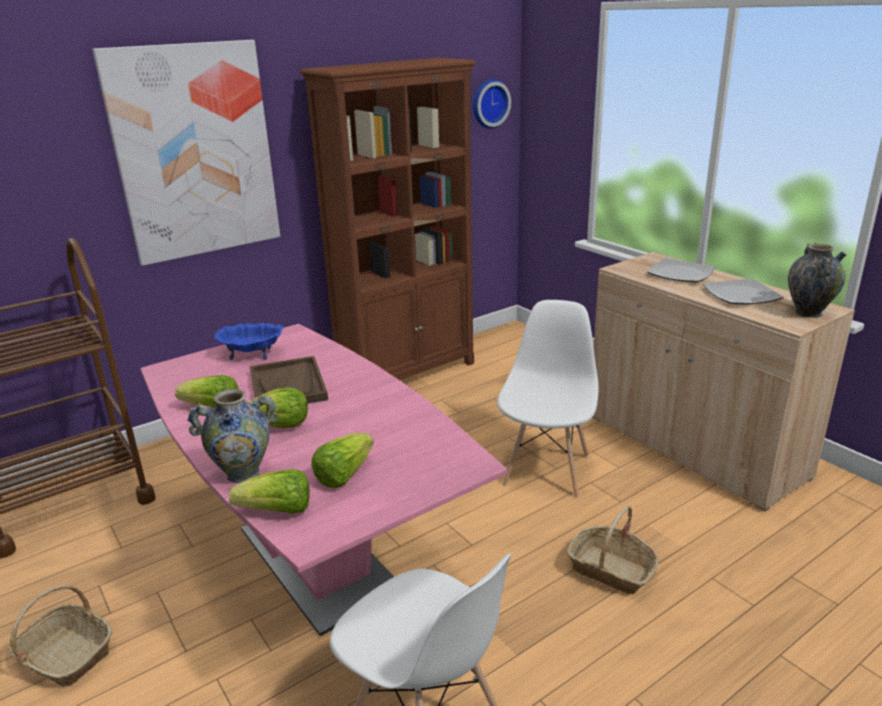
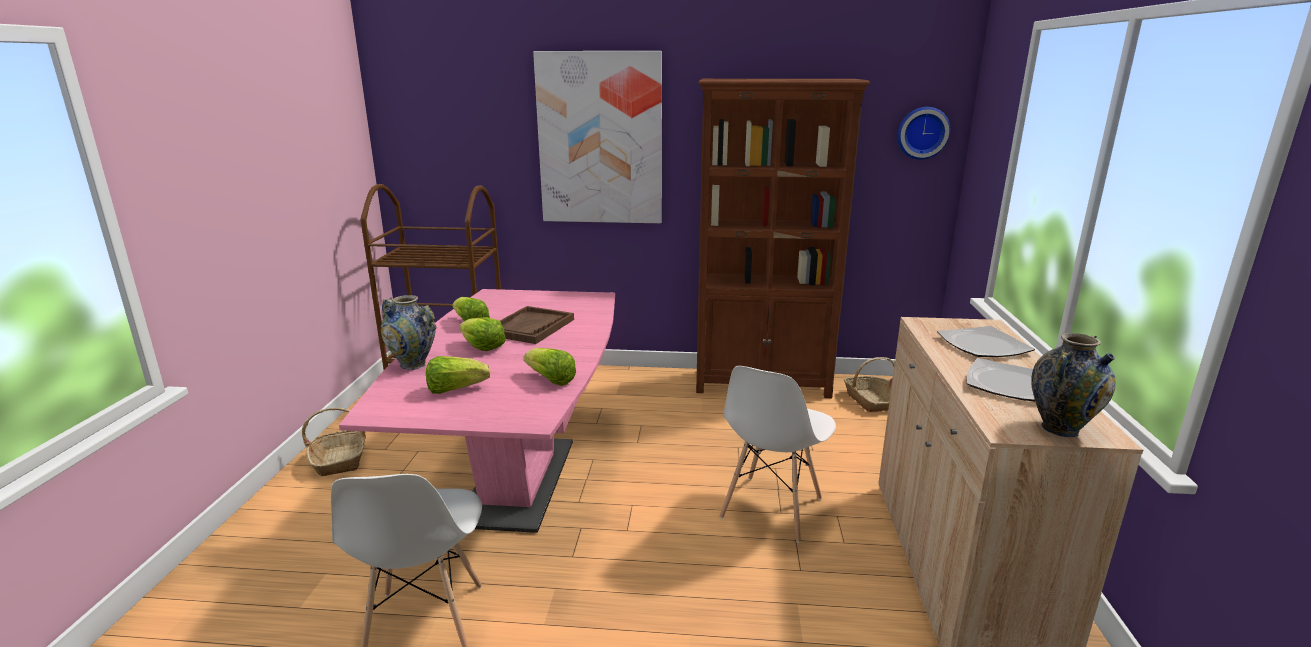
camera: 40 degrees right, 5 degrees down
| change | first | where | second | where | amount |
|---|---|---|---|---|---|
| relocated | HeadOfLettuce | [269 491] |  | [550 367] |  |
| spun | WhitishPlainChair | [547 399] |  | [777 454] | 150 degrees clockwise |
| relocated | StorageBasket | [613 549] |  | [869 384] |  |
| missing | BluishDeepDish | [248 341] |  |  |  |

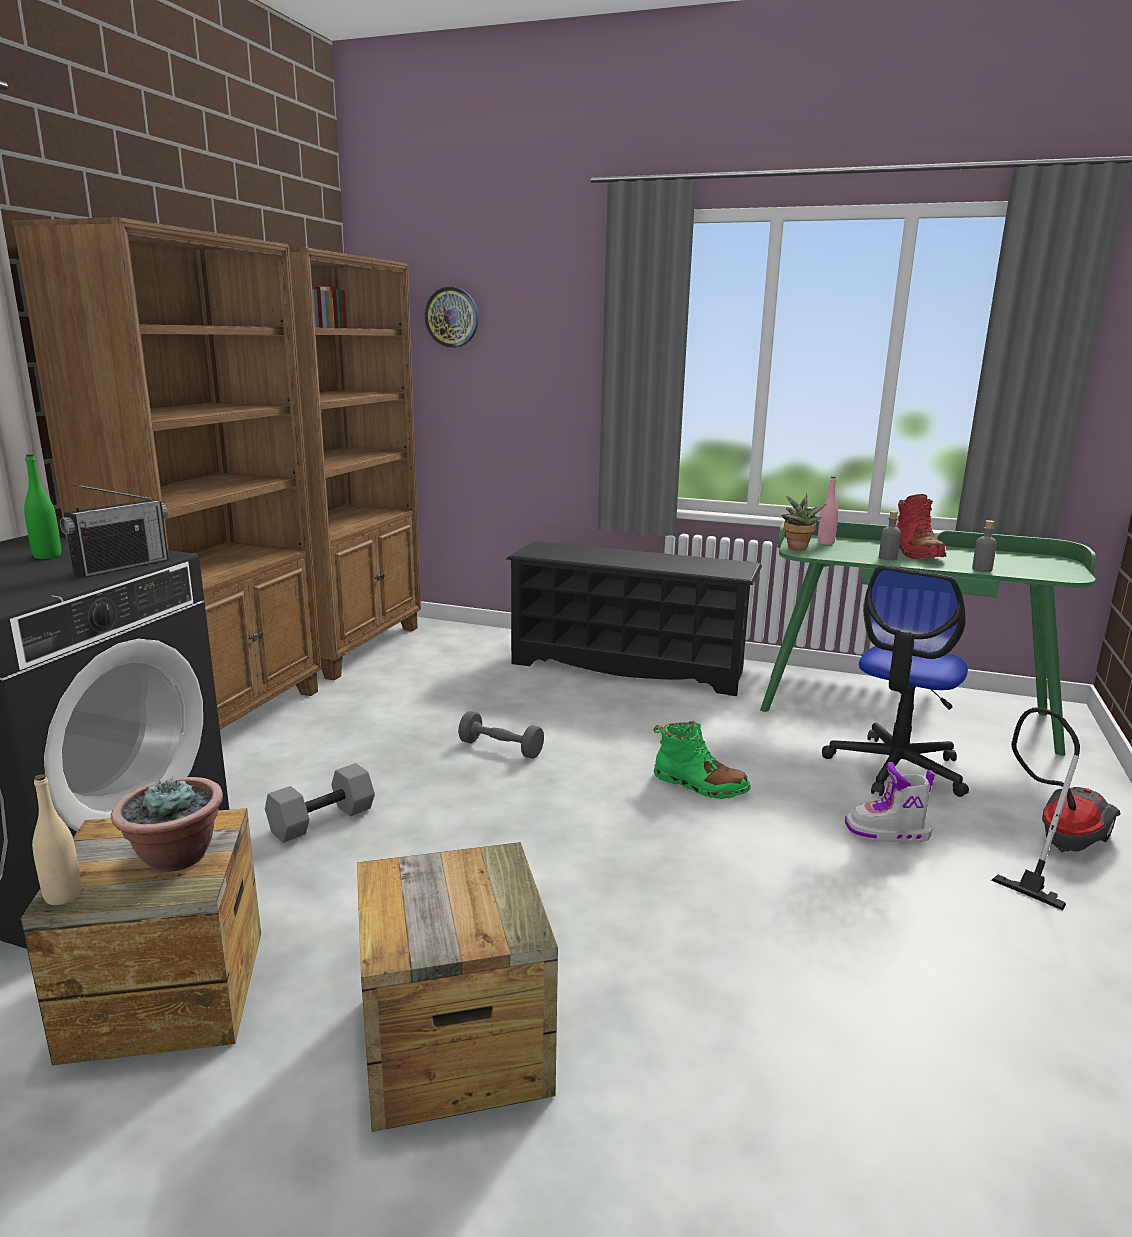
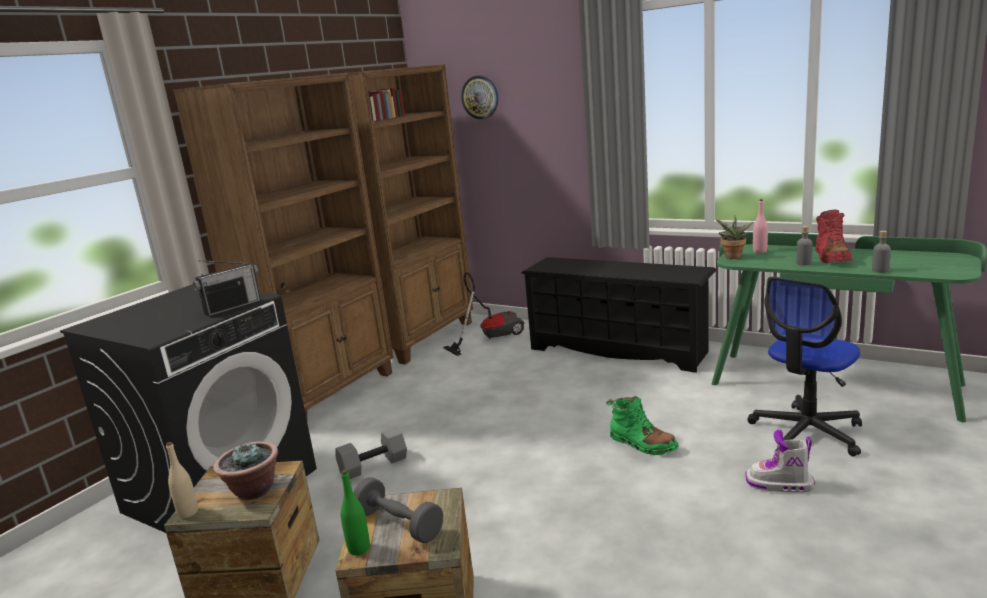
camera: 15 degrees right, 0 degrees up
| change | first | where | second | where | amount |
|---|---|---|---|---|---|
| relocated | GreenBeverageBottle | [42 506] |  | [355 513] |  |
| relocated | GrayDumbbell | [501 735] |  | [398 510] |  |
| relocated | VacuumCleaner | [1055 808] |  | [483 314] |  |

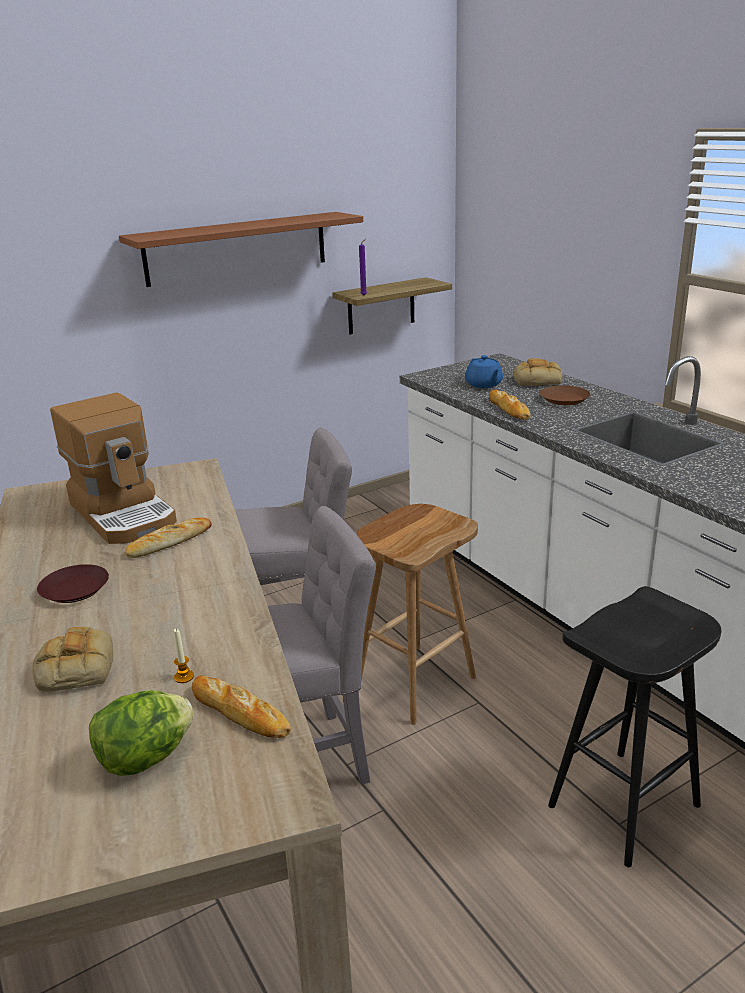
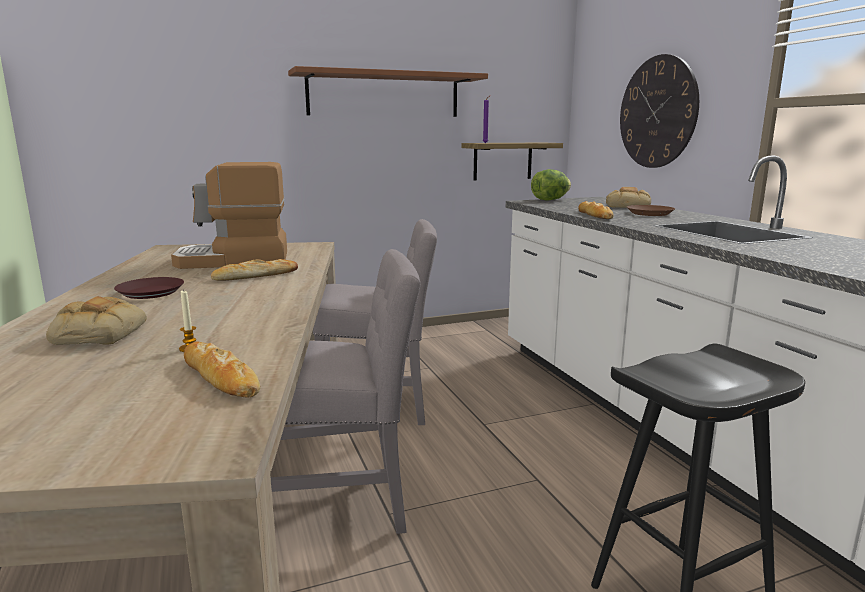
camera: 10 degrees right, 10 degrees down
| change | first | where | second | where | amount |
|---|---|---|---|---|---|
| spun | CoffeeMaker | [113 468] |  | [229 215] | 105 degrees clockwise |
| relocated | HeadOfLettuce | [141 733] |  | [551 185] |  |
| appeared |  |  | ClockOnTheWall | [659 111] |  |
| missing | BrownishStool | [417 614] |  |  |  |
| missing | BluishTeapot | [484 371] |  |  |  |

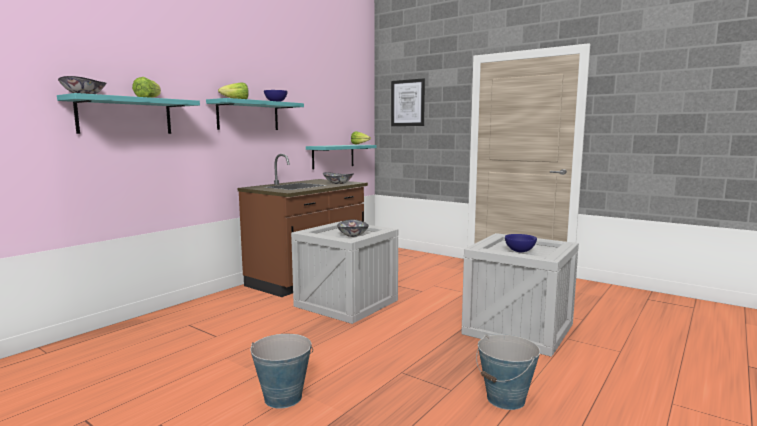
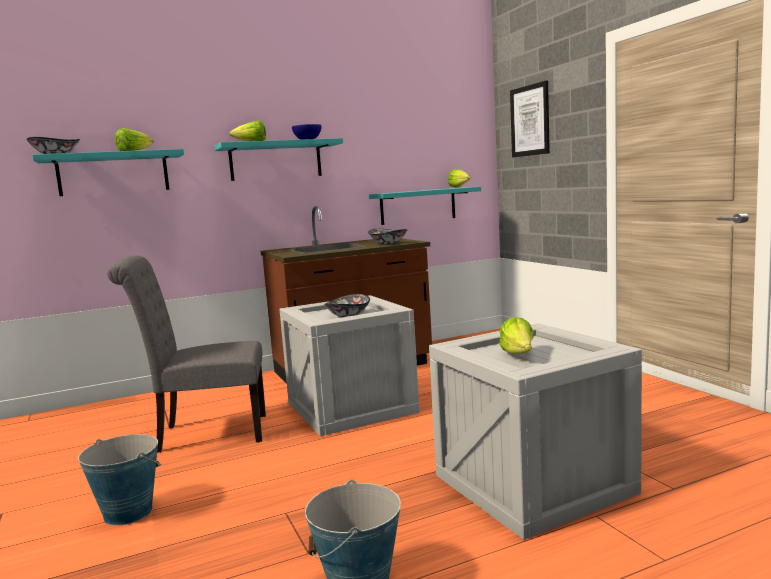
camera: 30 degrees right, 0 degrees up
| change | first | where | second | where | amount |
|---|---|---|---|---|---|
| appeared |  |  | GrayPlainChair | [186 354] |  |
| exchanged | BluishDeepDish | [521 243] | HeadOfLettuce | [516 335] |  |

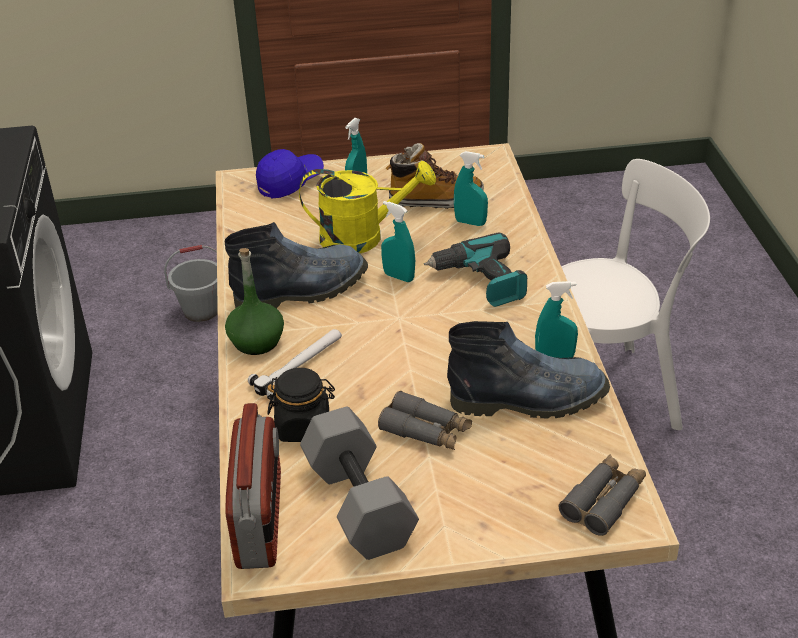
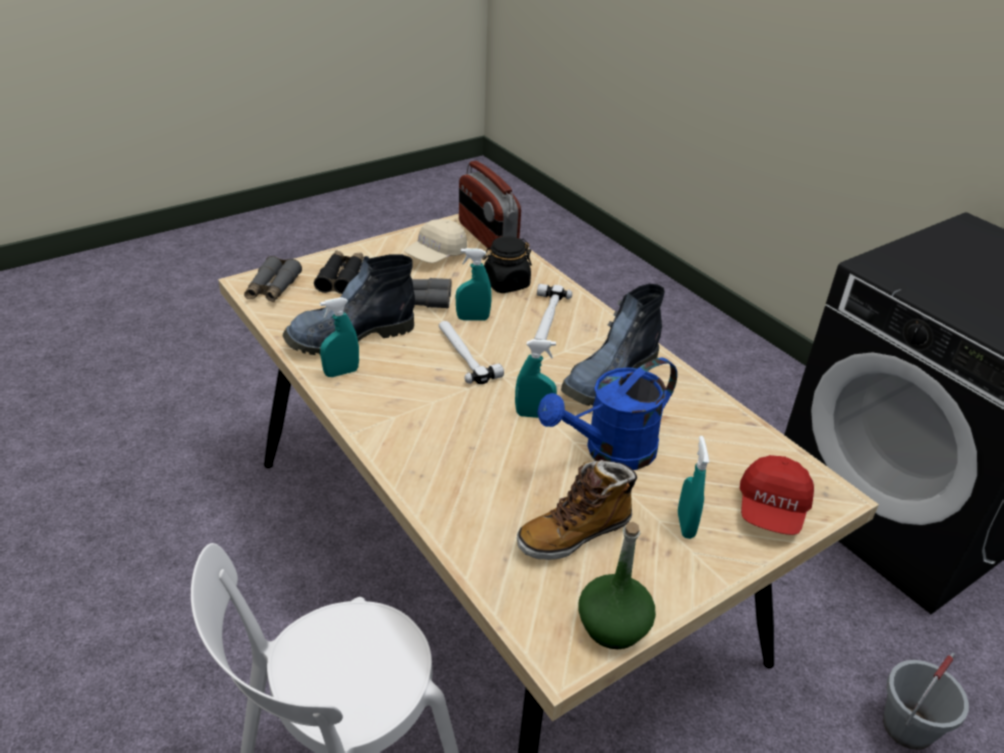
camera: 150 degrees right, 0 degrees up
| change | first | where | second | where | amount |
|---|---|---|---|---|---|
| appeared |  |  | BlackColouredFieldGlasses | [339 272] |  |
| exchanged | GrayDumbbell | [359 483] | SandColouredPeakedCap | [435 241] |  |
| appeared |  |  | Hammer | [471 352] |  |
| relocated | TurquoiseColouredHandSprayer | [471 188] |  | [474 284] |  |
| colour | YellowSprinklingCan | [367 207] | BluishSprinklingCan | [607 413] |  |
| relocated | GreenBeverageBottle | [254 301] |  | [617 585] |  |
| colour | BluishPeakedCap | [290 173] | RedColouredPeakedCap | [777 495] |  |
| missing | Drill | [475 269] |  |  |  |

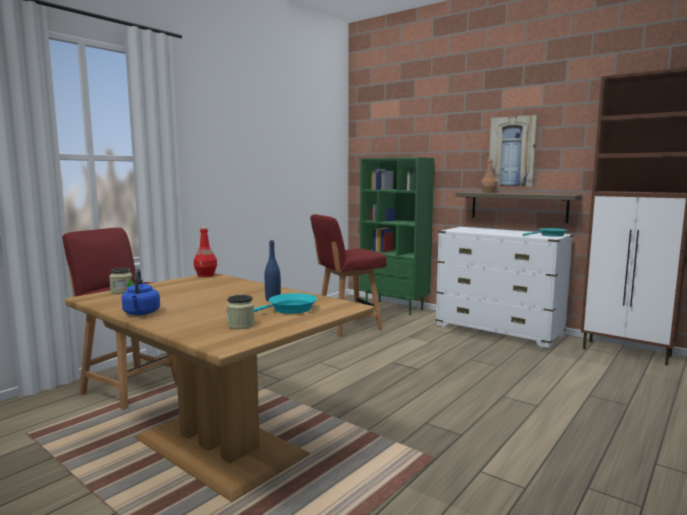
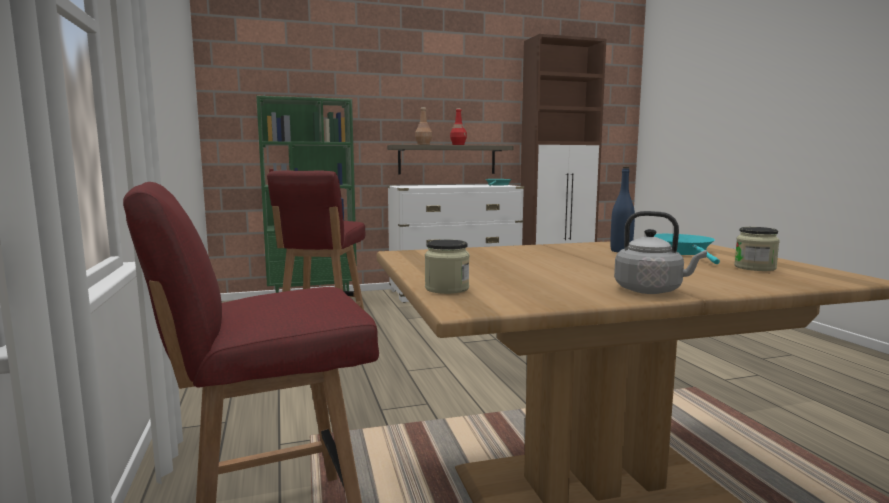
camera: 55 degrees left, 0 degrees up
| change | first | where | second | where | amount |
|---|---|---|---|---|---|
| relocated | RedColouredBeverageBottle | [205 252] |  | [458 126] |  |
| colour | BluishWaterKettle | [141 292] | GrayWaterKettle | [660 252] |  |
| missing | Picture | [513 151] |  |  |  |

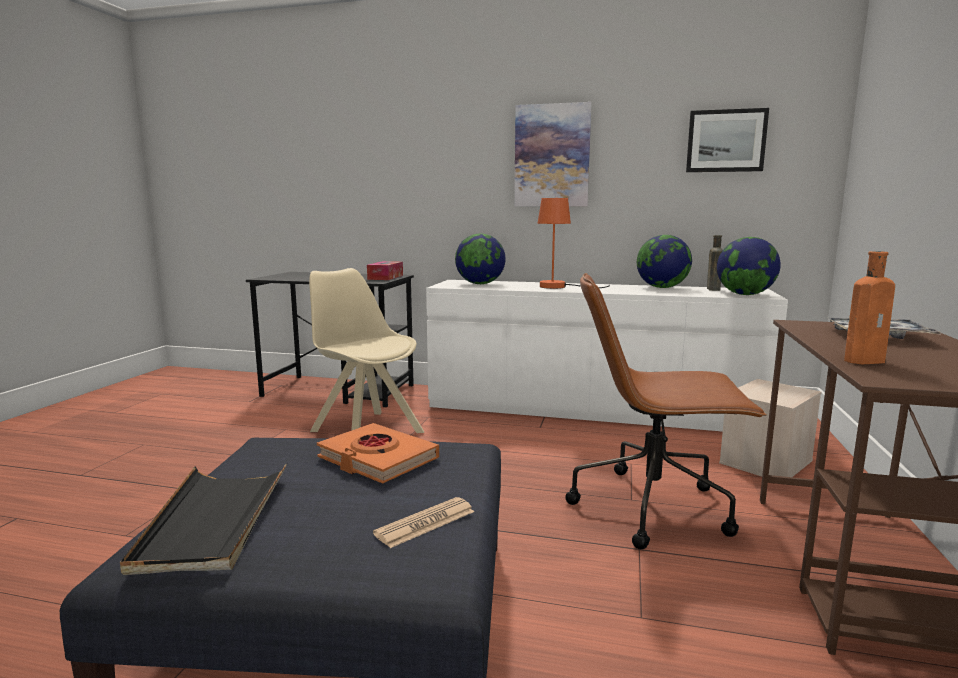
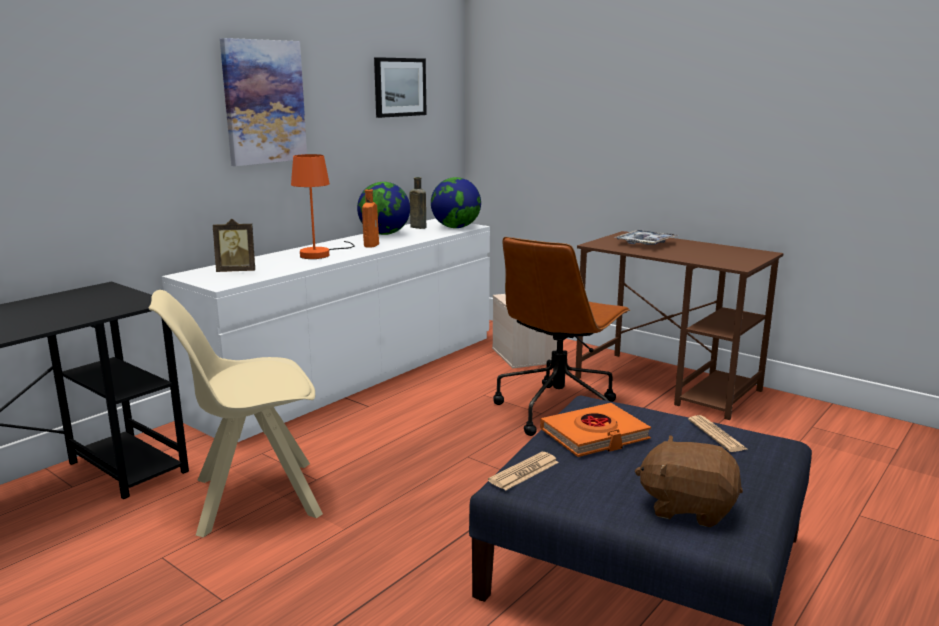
camera: 65 degrees left, 5 degrees up
| change | first | where | second | where | amount |
|---|---|---|---|---|---|
| exchanged | WorldGlobe | [480 258] | StandingFrame | [234 245] |  |
| relocated | OrangeColouredBeverageBottle | [869 307] |  | [370 218] |  |
| appeared |  |  | PrintedPaper | [523 471] |  |
| exchanged | BlackColouredCarryingTray | [203 519] | BrownishPlushToy | [689 481] |  |
| missing | TissueHolder | [385 270] |  |  |  |

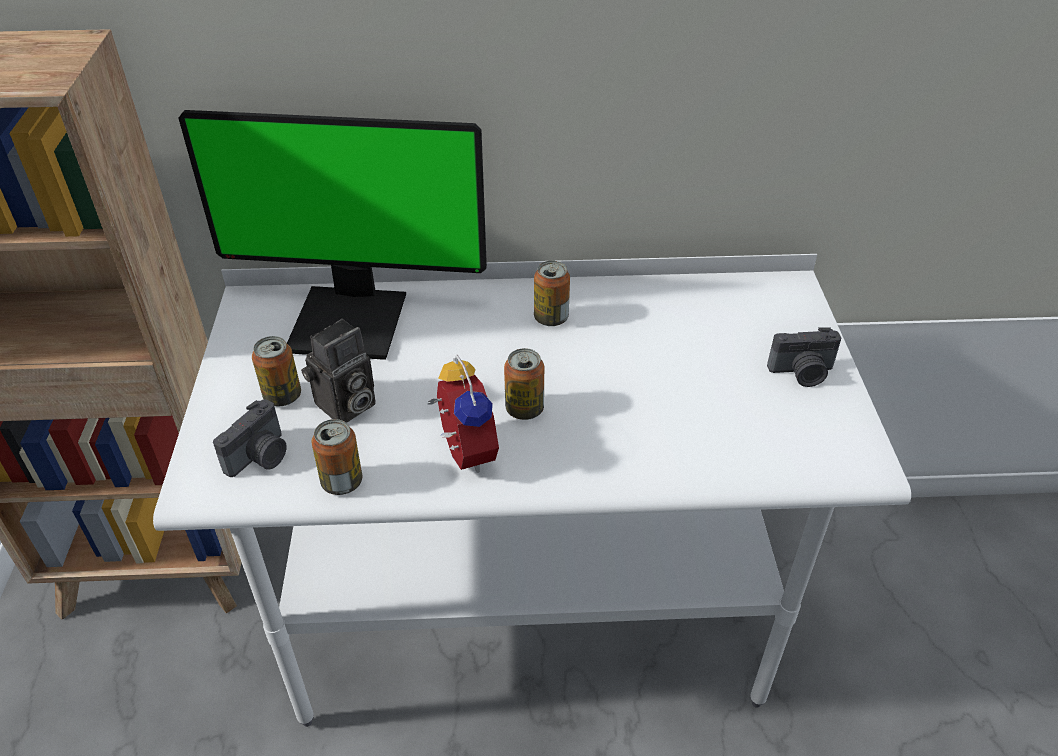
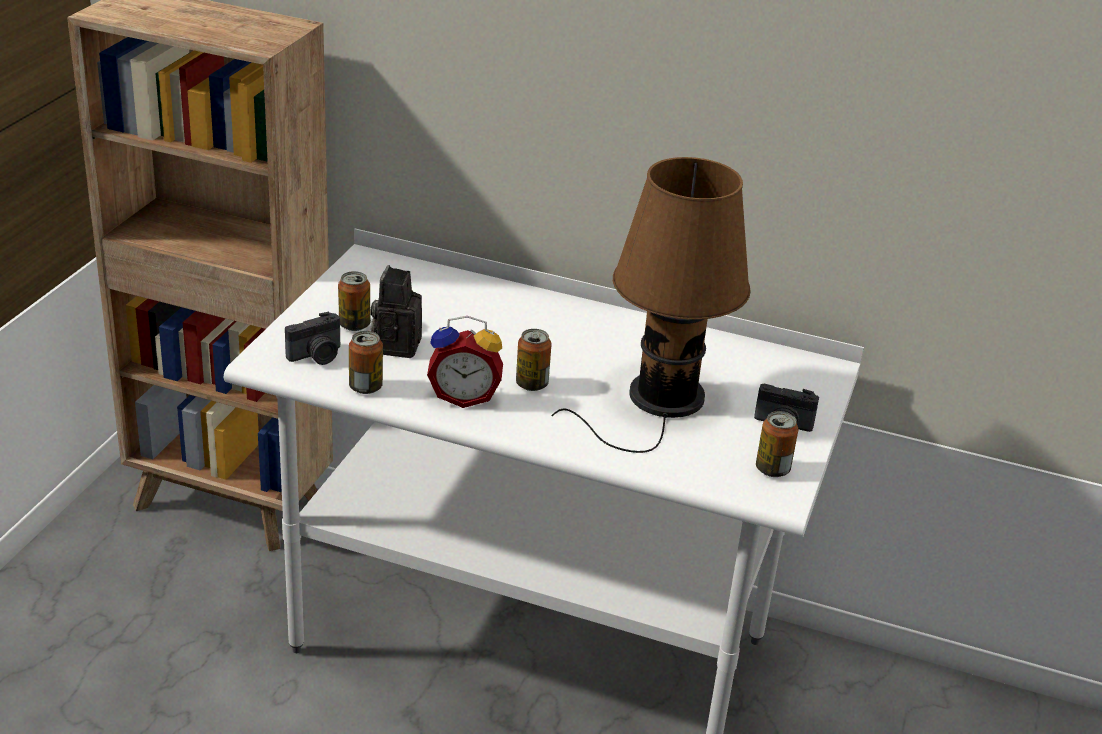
camera: 20 degrees right, 10 degrees down
| change | first | where | second | where | amount |
|---|---|---|---|---|---|
| spun | StillCamera | [338 371] |  | [396 311] | 120 degrees clockwise |
| spun | BedsideClock | [463 413] |  | [465 362] | 90 degrees clockwise |
| appeared |  |  | BrownishLampForATable | [651 305] |  |
| relocated | SealedCan | [552 293] |  | [777 444] |  |
| missing | ComputerScreen | [332 235] |  |  |  |

